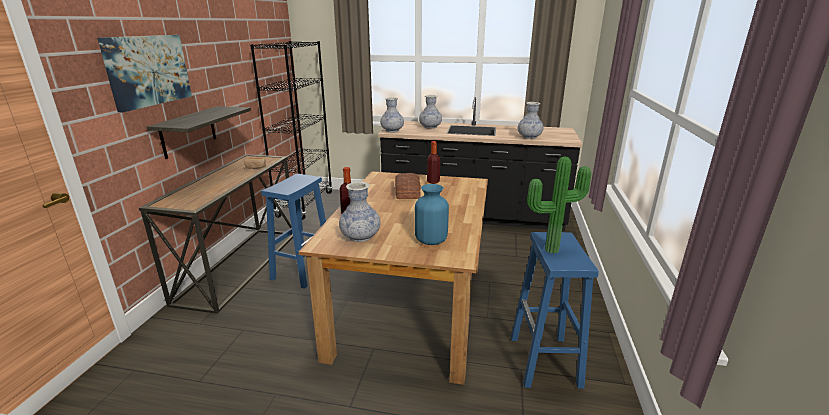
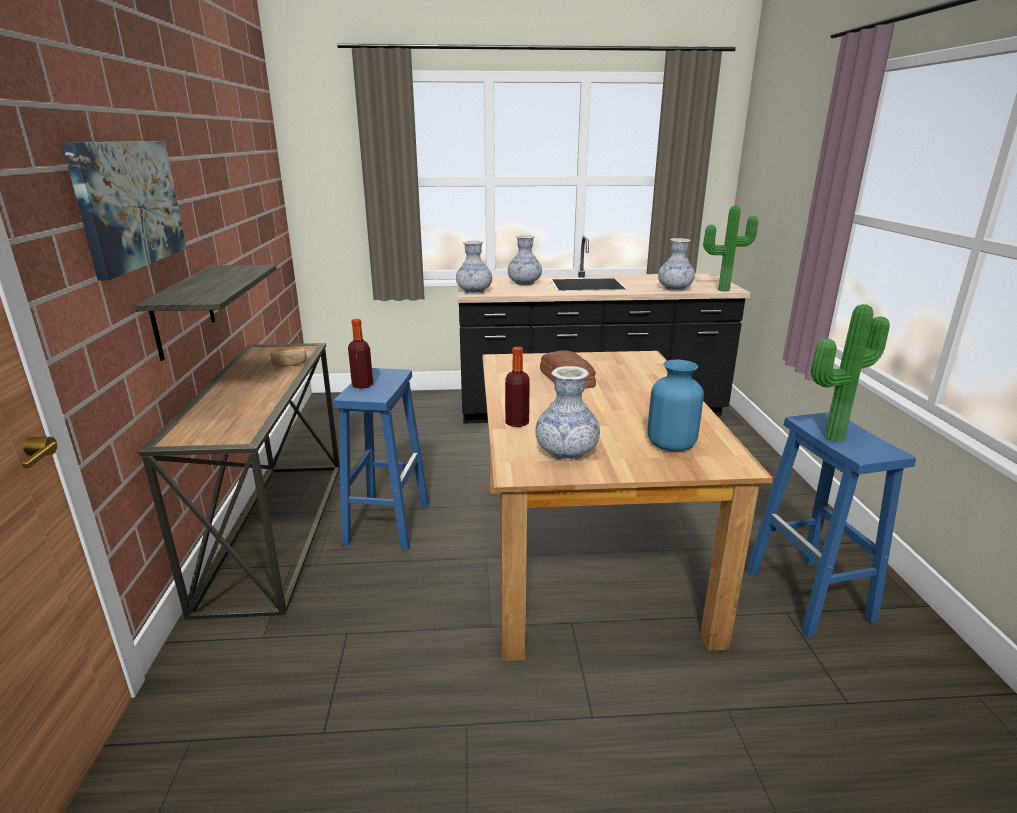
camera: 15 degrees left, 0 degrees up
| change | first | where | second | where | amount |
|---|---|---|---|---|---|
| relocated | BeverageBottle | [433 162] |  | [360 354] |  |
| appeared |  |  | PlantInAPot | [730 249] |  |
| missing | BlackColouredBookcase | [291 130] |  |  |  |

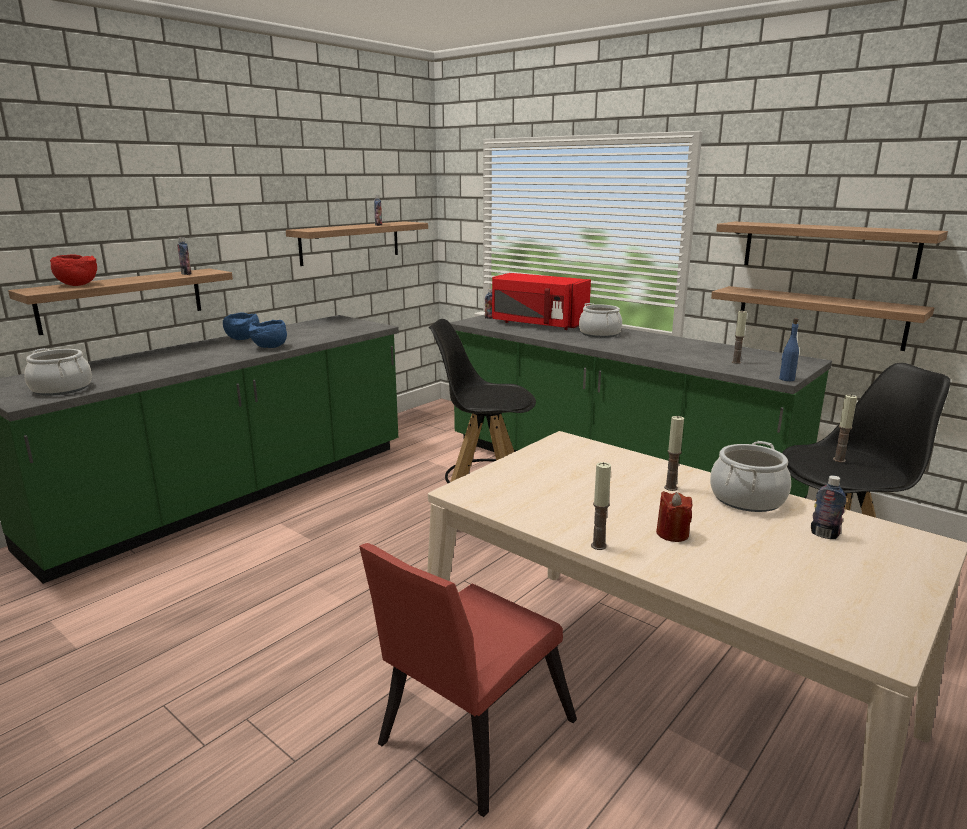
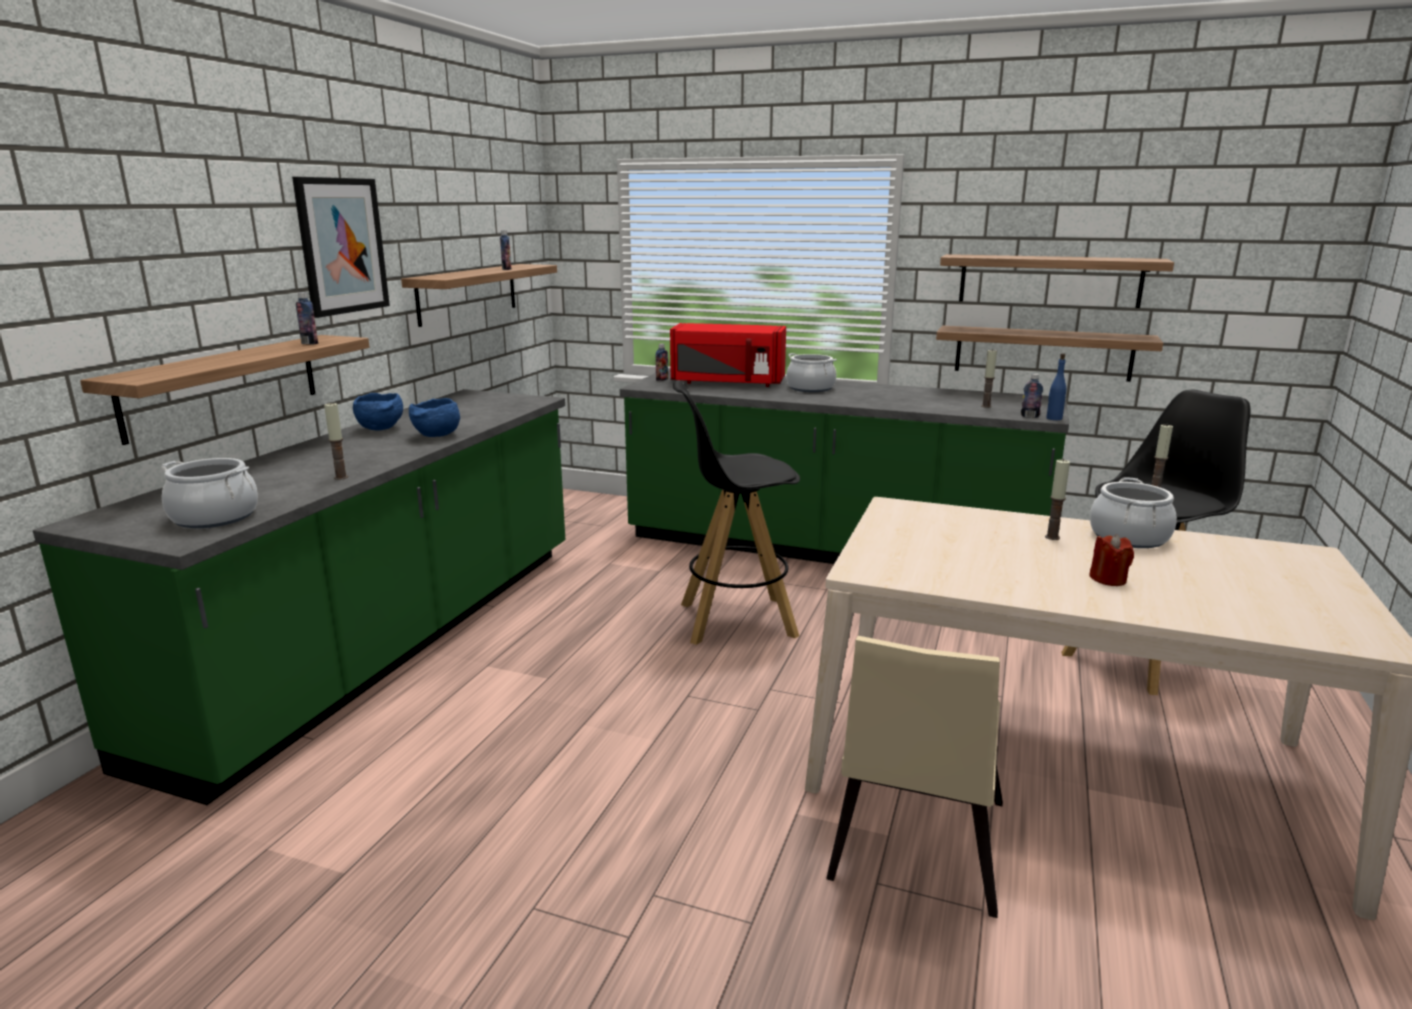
camera: 20 degrees left, 0 degrees up
| change | first | where | second | where | amount |
|---|---|---|---|---|---|
| appeared |  |  | Picture | [341 247] |  |
| relocated | Candle | [601 506] |  | [336 441] |  |
| colour | RedColouredPlainChair | [468 680] | SandColouredPlainChair | [914 777] |  |
| relocated | BeverageBottle | [828 507] |  | [1032 396] |  |
| missing | RedColouredDeepDish | [73 270] |  |  |  |

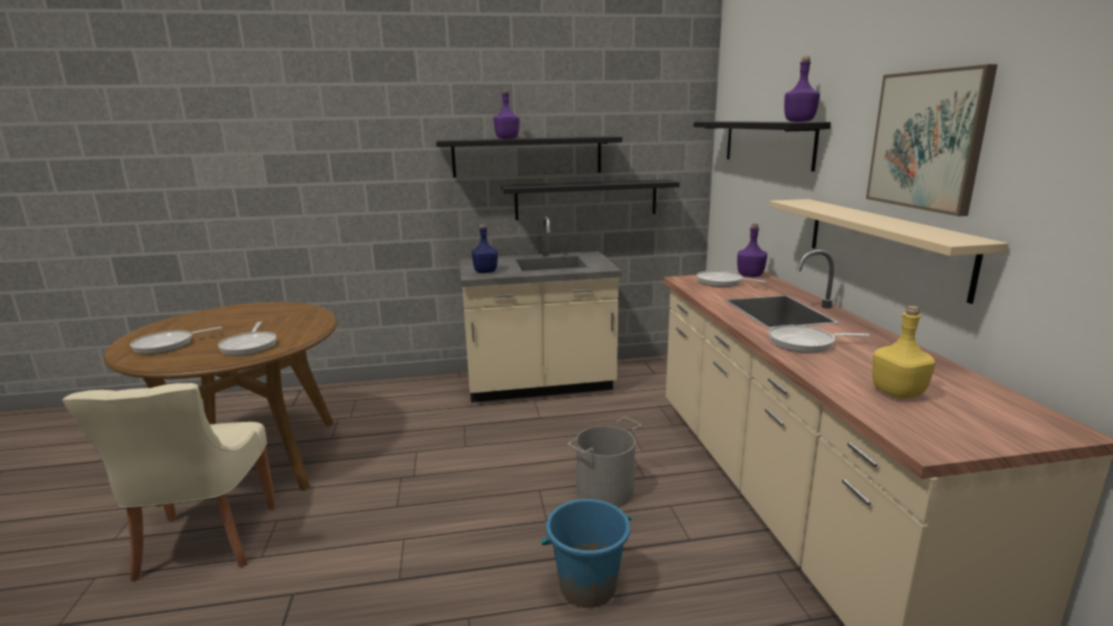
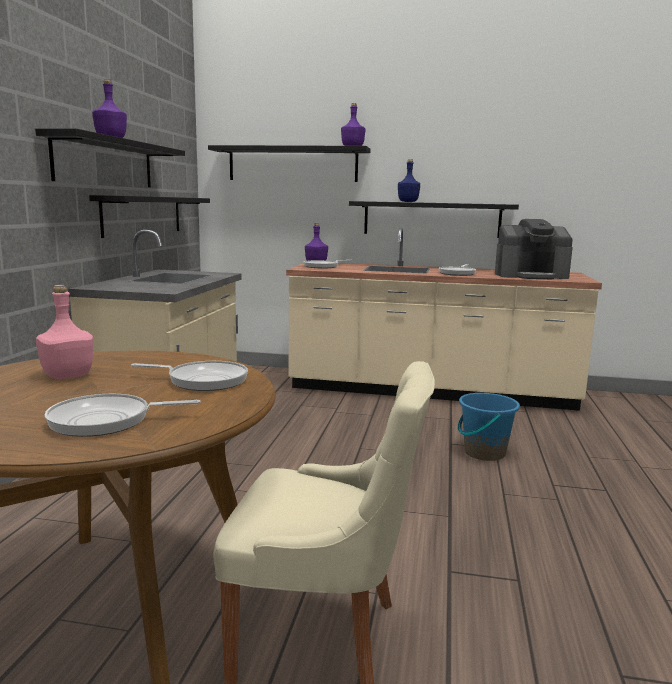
camera: 70 degrees left, 5 degrees down
| change | first | where | second | where | amount |
|---|---|---|---|---|---|
| appeared |  |  | PinkColouredBeverageBottle | [64 332] |  |
| spun | Pan | [176 340] |  | [123 415] | 90 degrees clockwise |
| colour | SandColouredBracketShelf | [889 251] | BlackColouredBracketShelf | [434 219] |  |
| relocated | BluishBeverageBottle | [485 248] |  | [409 180] |  |
| exchanged | YellowBeverageBottle | [904 352] | CoffeeMaker | [534 249] |  |
| missing | GrayBucket | [605 462] |  |  |  |
| missing | Picture | [932 140] |  |  |  |

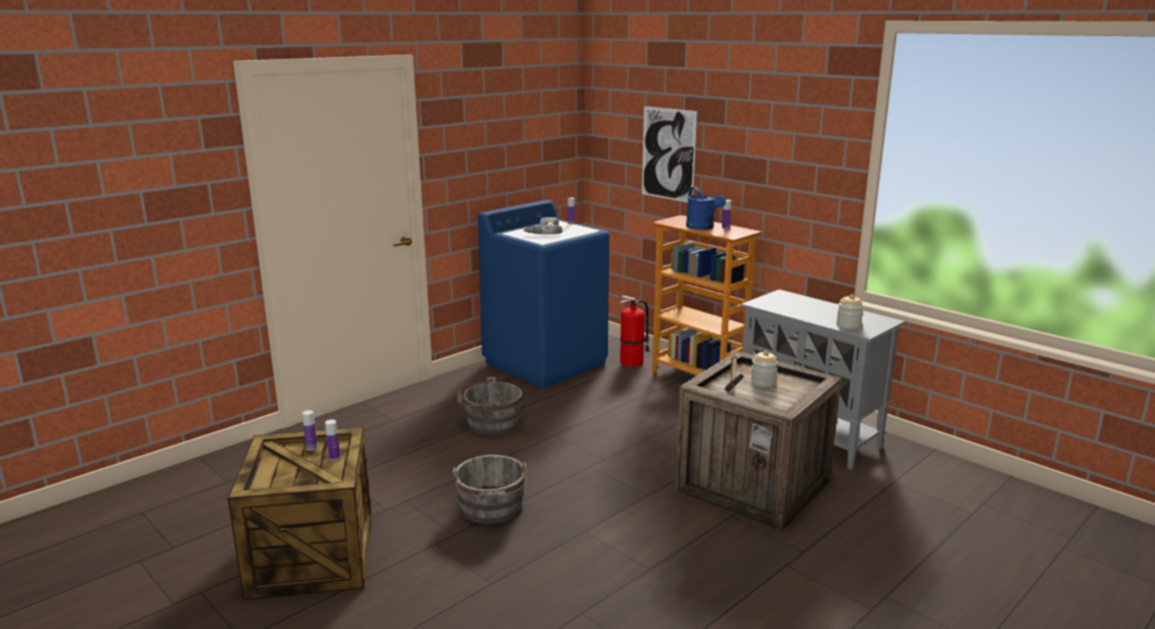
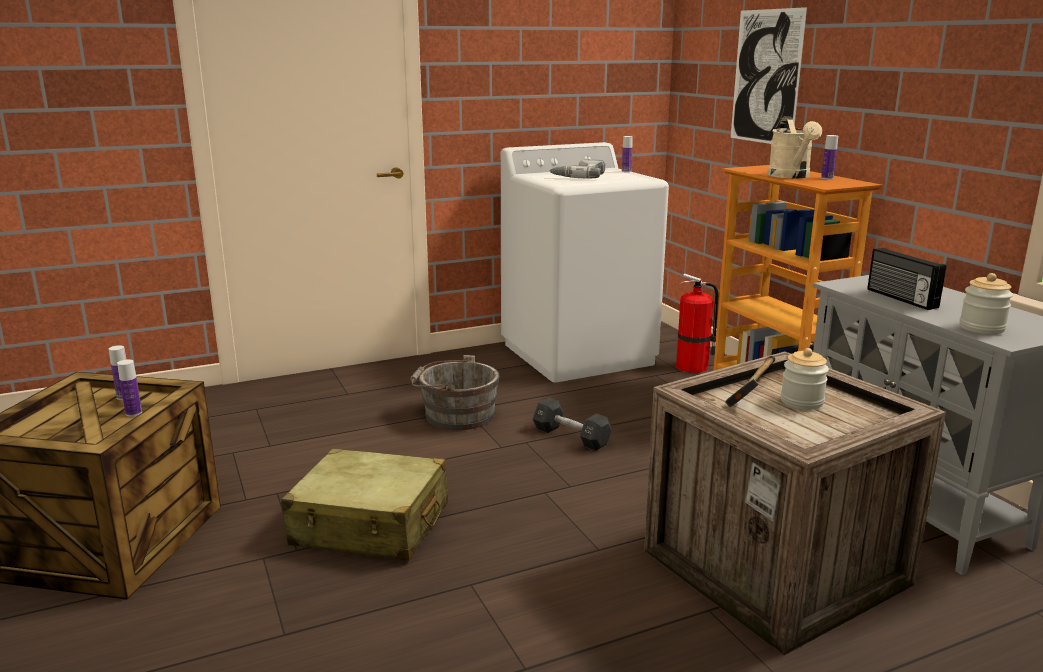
camera: 20 degrees right, 0 degrees up
| change | first | where | second | where | amount |
|---|---|---|---|---|---|
| exchanged | GrayBucket | [490 489] | SandColouredSuitcase | [364 505] |  |
| colour | BluishWashingMachine | [543 294] | WhitishWashingMachine | [585 262] |  |
| appeared |  |  | BlackColouredDumbbell | [572 424] |  |
| colour | BluishSprinklingCan | [706 208] | SandColouredSprinklingCan | [795 147] |  |
| appeared |  |  | RadioReceiver | [906 279] |  |

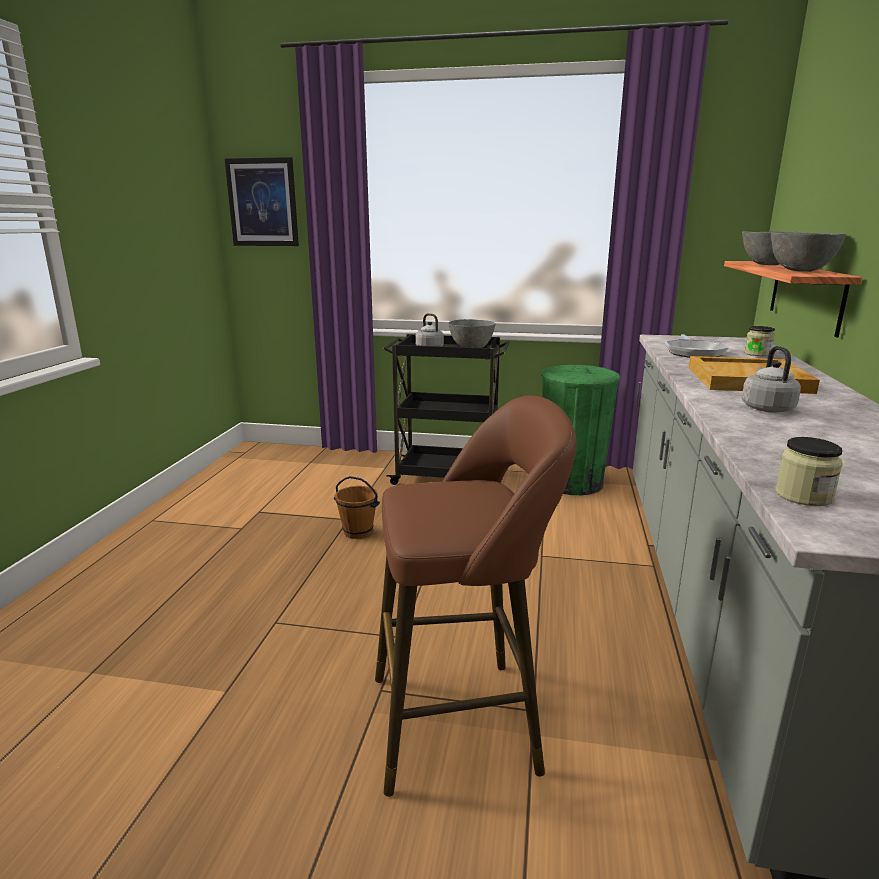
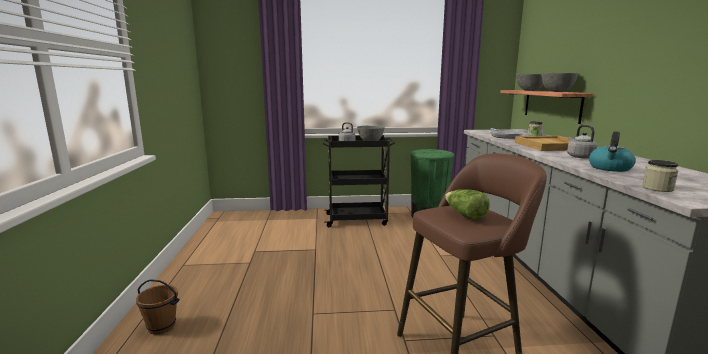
camera: 15 degrees left, 5 degrees down
| change | first | where | second | where | amount |
|---|---|---|---|---|---|
| relocated | BrownishBucket | [357 507] |  | [158 307] |  |
| appeared |  |  | HeadOfLettuce | [467 205] |  |
| appeared |  |  | WaterKettle | [612 151] |  |
| missing | Picture | [262 201] |  |  |  |

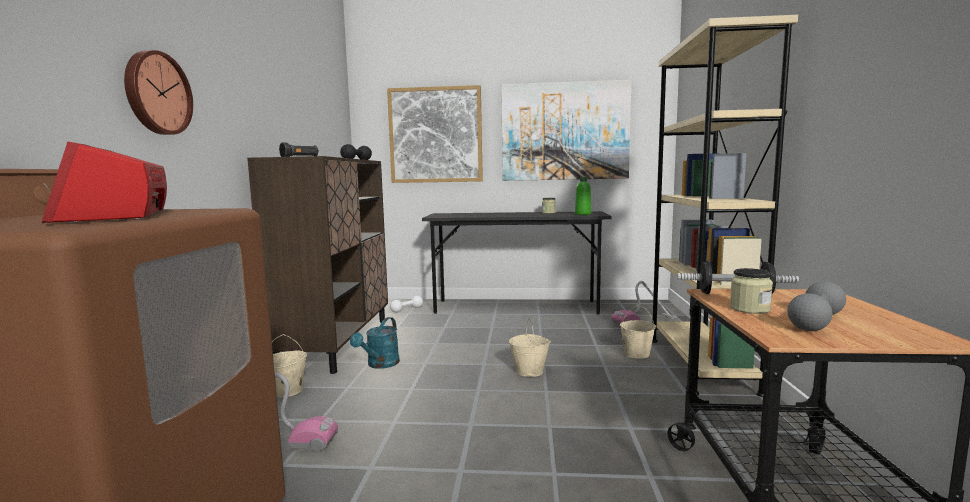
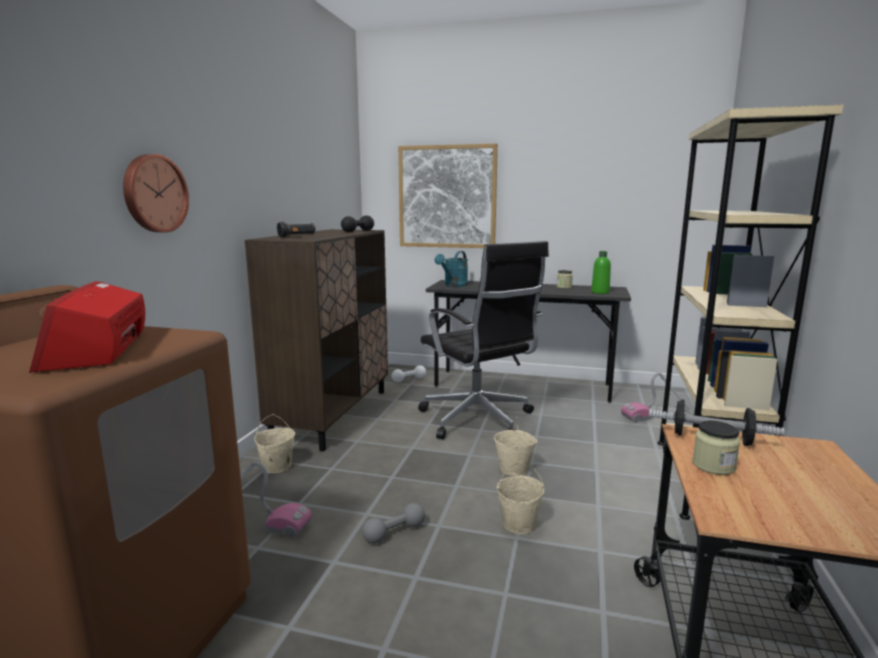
camera: 10 degrees right, 5 degrees up
| change | first | where | second | where | amount |
|---|---|---|---|---|---|
| relocated | GrayDumbbell | [816 306] |  | [393 523] |  |
| appeared |  |  | BlackColouredOfficeChair | [483 340] |  |
| relocated | TurquoiseColouredSprinklingCan | [375 343] |  | [451 269] |  |
| relocated | SandColouredBucket | [638 332] |  | [520 497] |  |
| missing | Picture | [566 130] |  |  |  |

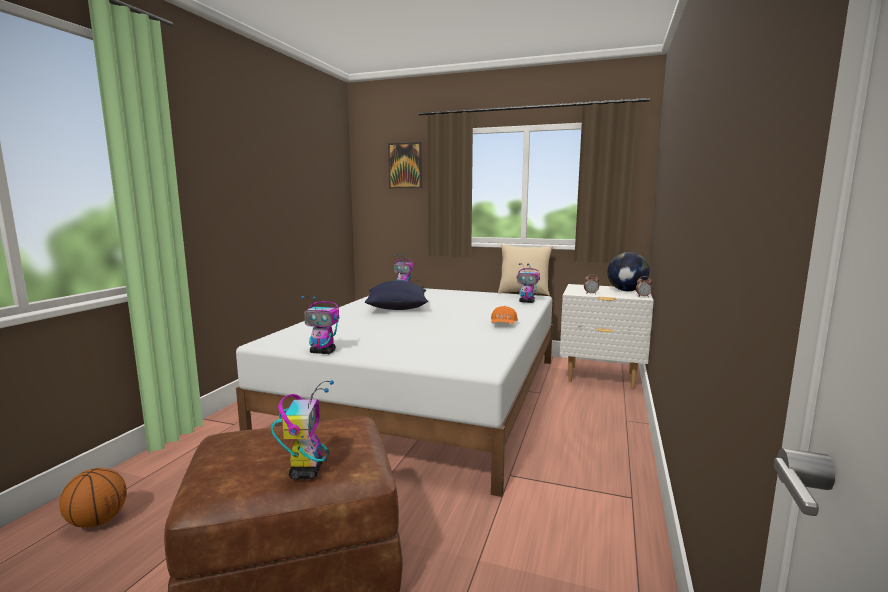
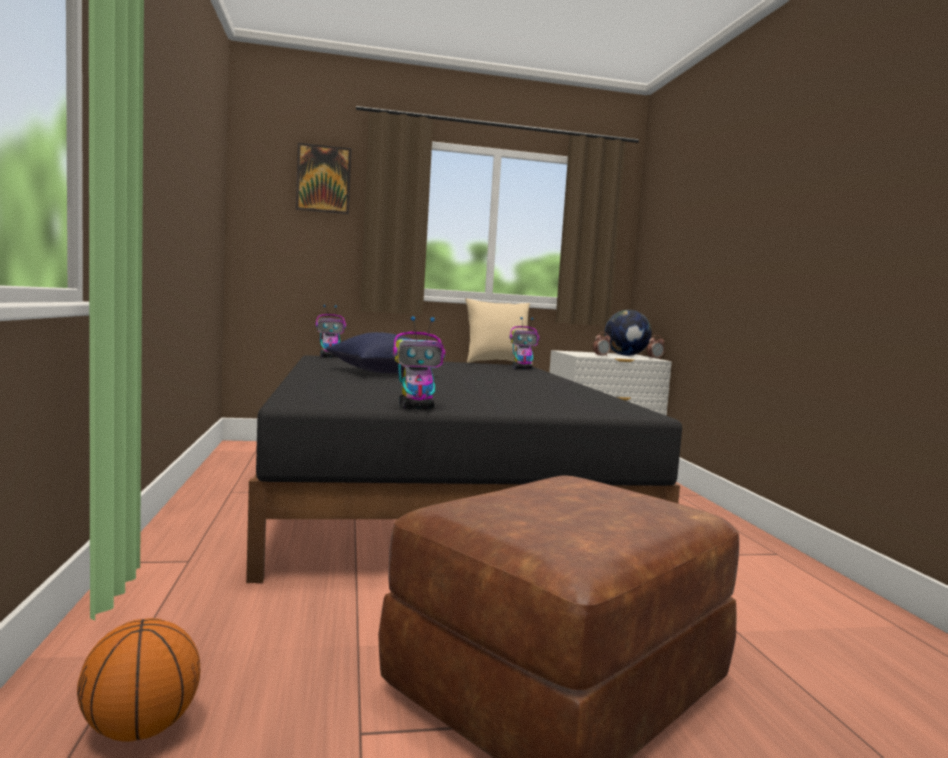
camera: 30 degrees left, 5 degrees down
| change | first | where | second | where | amount |
|---|---|---|---|---|---|
| colour | WhitishSleepingBed | [394 392] | BlackColouredSleepingBed | [464 469] |  |
| missing | RobotFigure | [302 430] |  |  |  |
| missing | OrangeColouredPeakedCap | [504 315] |  |  |  |

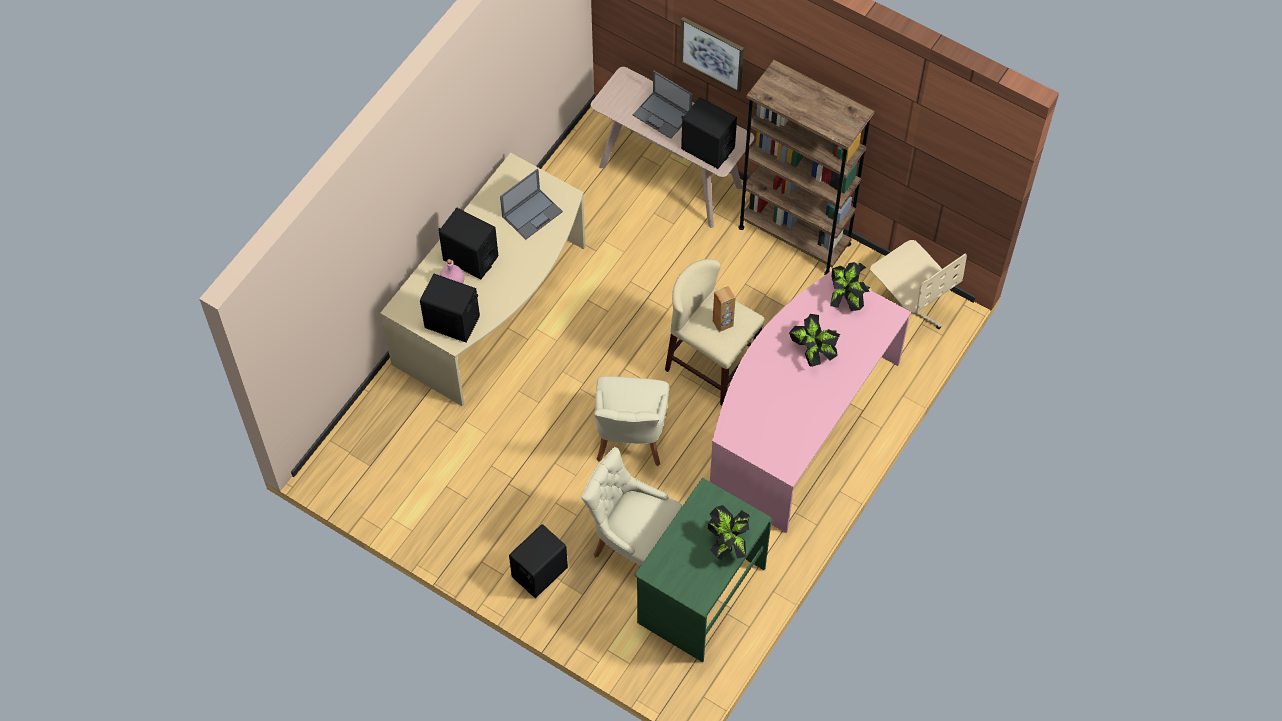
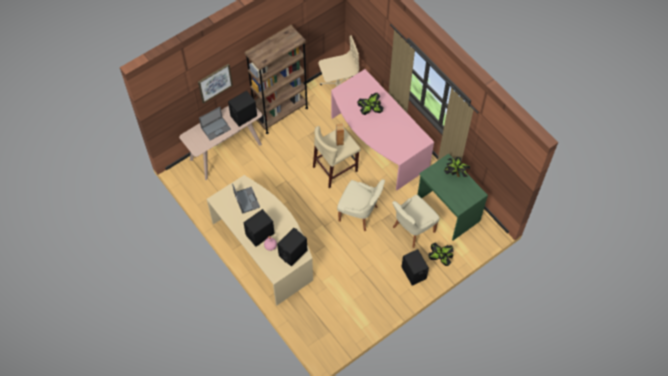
camera: 70 degrees left, 0 degrees up
| change | first | where | second | where | amount |
|---|---|---|---|---|---|
| relocated | PlantInAPot | [850 286] |  | [441 254] |  |

